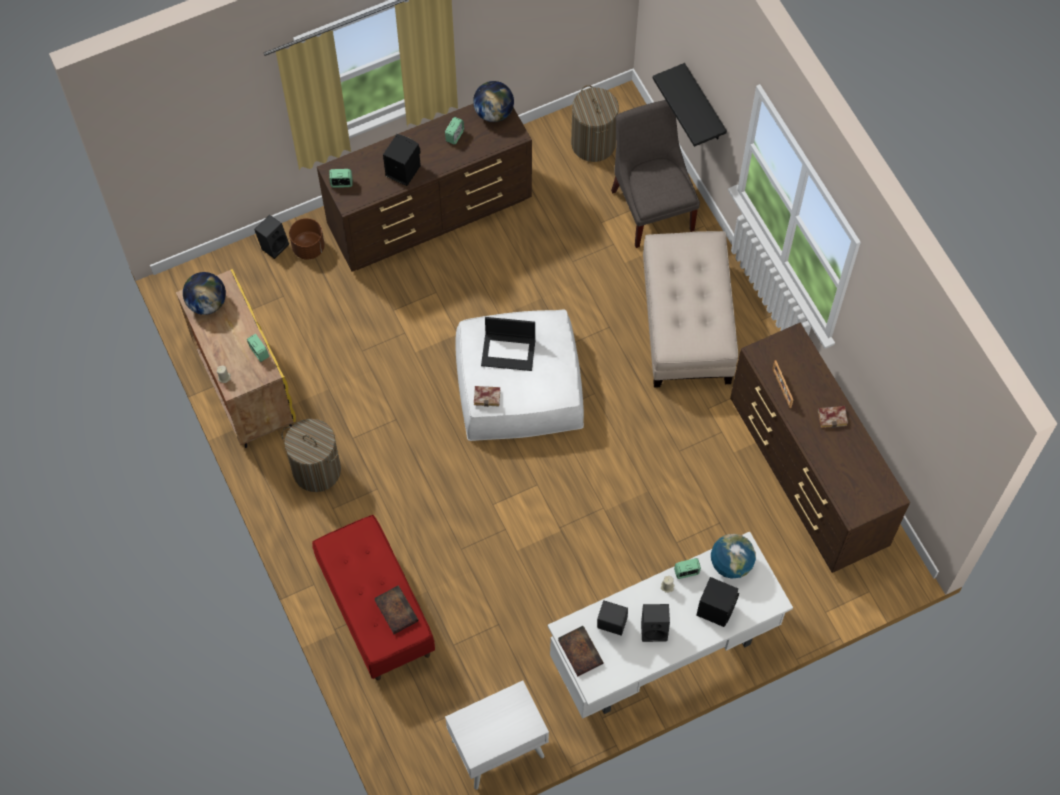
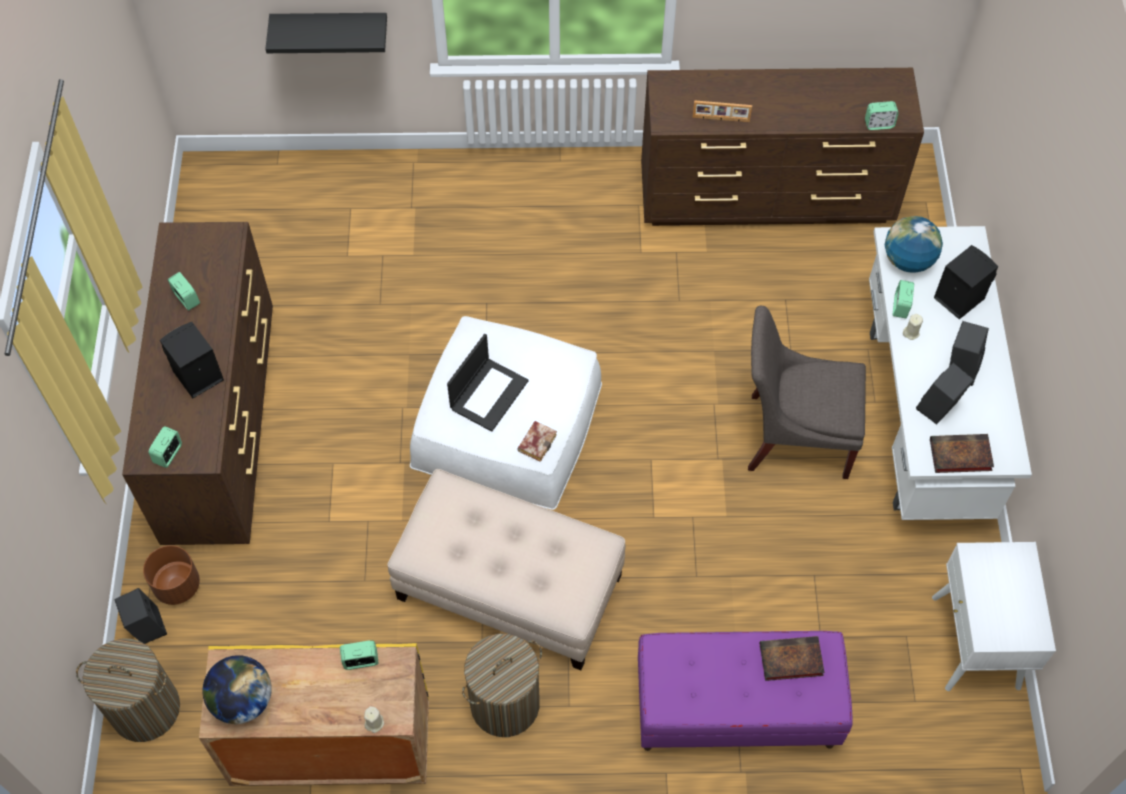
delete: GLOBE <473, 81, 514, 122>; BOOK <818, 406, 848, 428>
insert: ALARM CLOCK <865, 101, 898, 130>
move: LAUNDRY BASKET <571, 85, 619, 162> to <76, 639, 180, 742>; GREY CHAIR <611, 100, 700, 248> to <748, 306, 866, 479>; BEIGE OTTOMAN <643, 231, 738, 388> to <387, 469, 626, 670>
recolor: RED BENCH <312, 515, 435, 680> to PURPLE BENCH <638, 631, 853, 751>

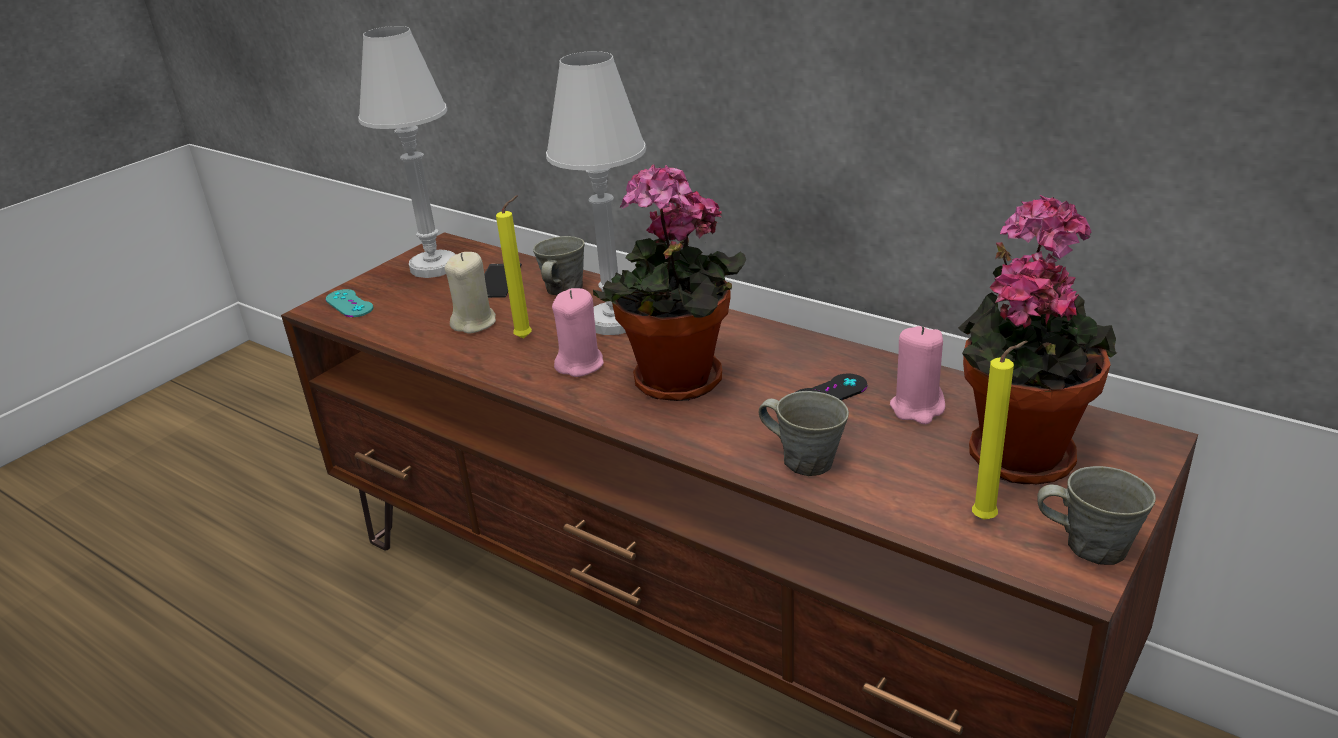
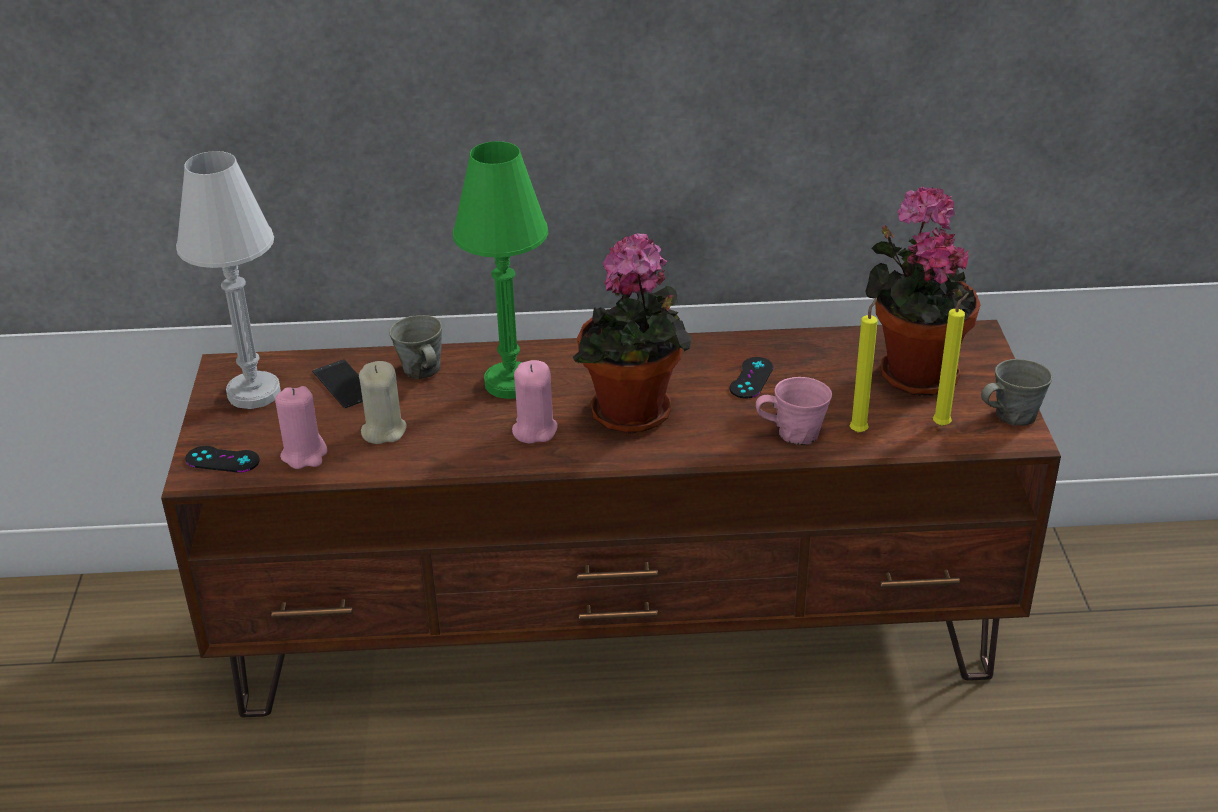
move: YELLOW CANDLE <496, 195, 532, 338> to <850, 298, 878, 433>; PINK CANDLE <890, 326, 945, 424> to <275, 386, 327, 469>
recolor: TURQUOISE GAME CONTROLLER <326, 289, 373, 317> to BLACK GAME CONTROLLER <185, 446, 260, 473>; WHITE TABLE LAMP <546, 51, 646, 335> to GREEN TABLE LAMP <453, 141, 548, 399>; GREY MUG <759, 391, 849, 476> to PINK MUG <756, 377, 832, 445>

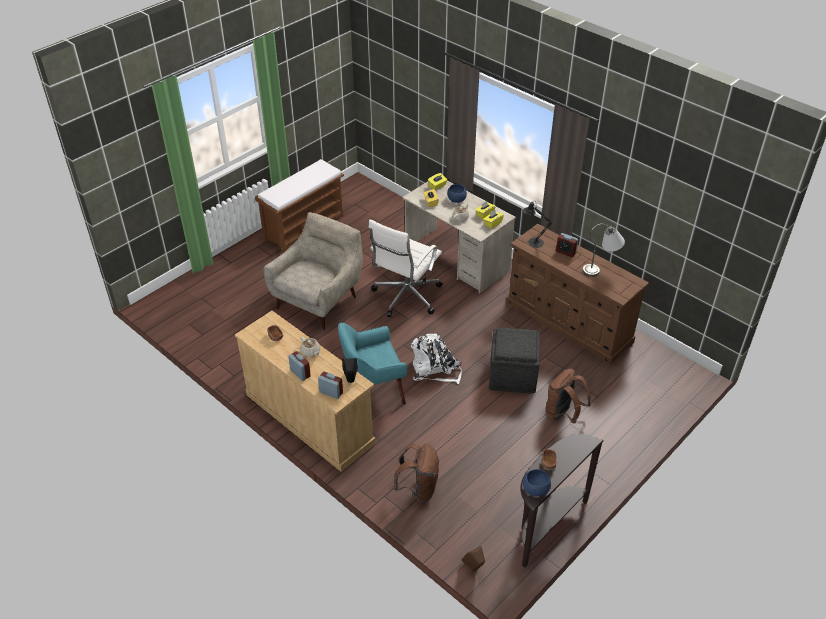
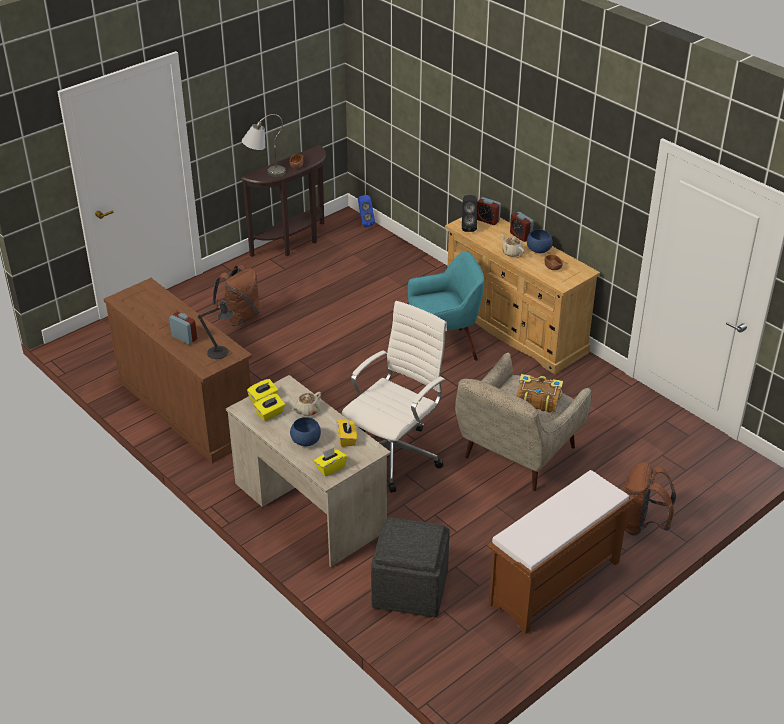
delete: WHITE BACKPACK <411, 334, 462, 384>
insert: BOOK <516, 374, 563, 413>
move: BROWN BACKPACK <394, 444, 440, 502> to <623, 462, 676, 536>; GREY OTTOMAN <489, 327, 540, 394> to <371, 517, 450, 617>; BLUE BOWL <523, 469, 551, 496> to <527, 229, 553, 253>; GREY TABLE LAMP <583, 224, 625, 277> to <242, 114, 286, 177>
recolor: BROWN SPEAKER <461, 546, 485, 571> to BLUE SPEAKER <358, 195, 375, 227>

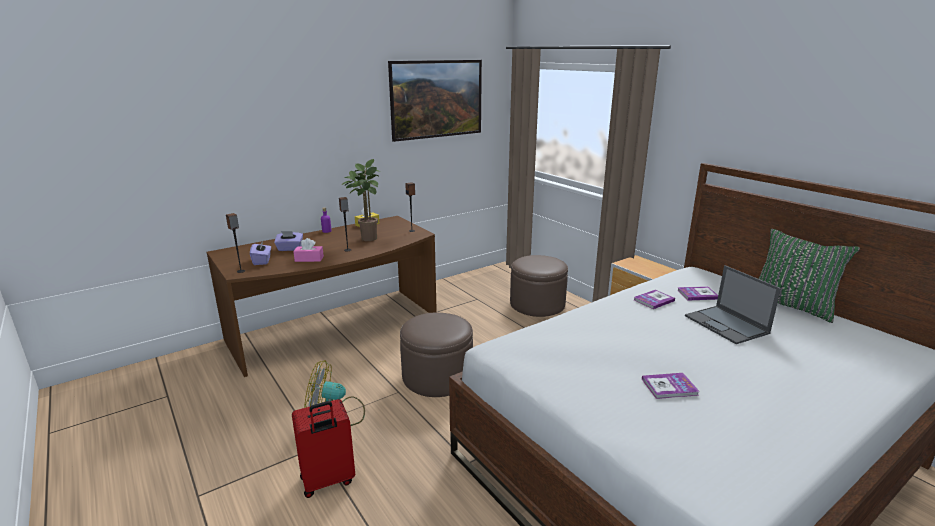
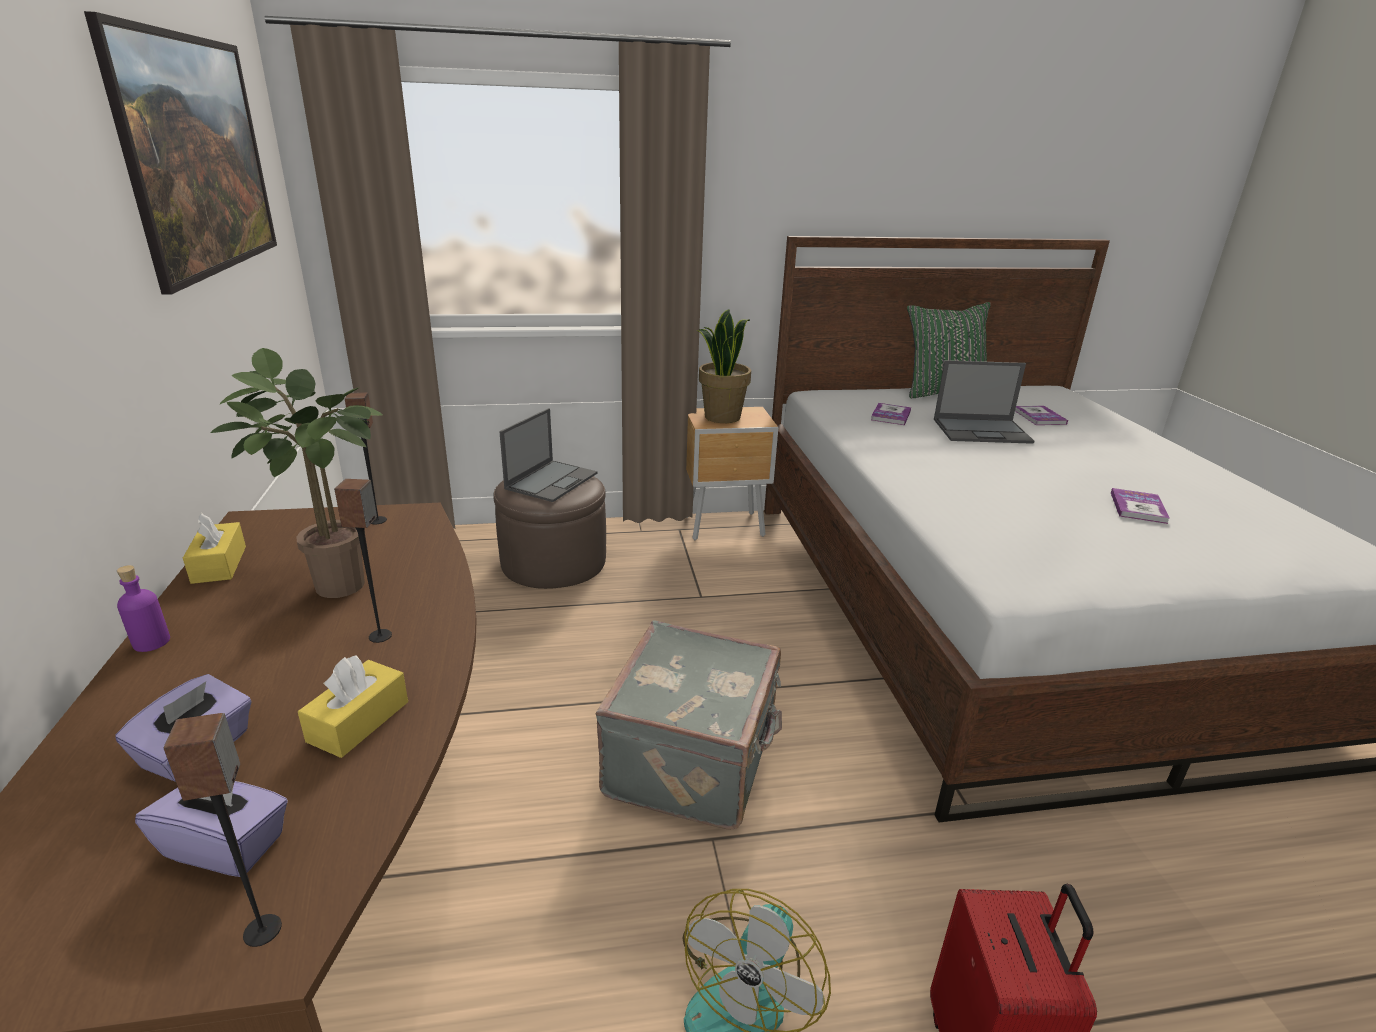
insert: LAPTOP <499, 408, 597, 502>; POTTED PLANT <697, 309, 751, 423>
move: BOOK <634, 290, 675, 309> to <1015, 406, 1068, 425>
replace: BROWN OTTOMAN <400, 313, 473, 397> to GREY SUITCASE <596, 620, 782, 830>
recolor: PINK TISSUE BOX <293, 238, 324, 262> to YELLOW TISSUE BOX <298, 656, 408, 758>

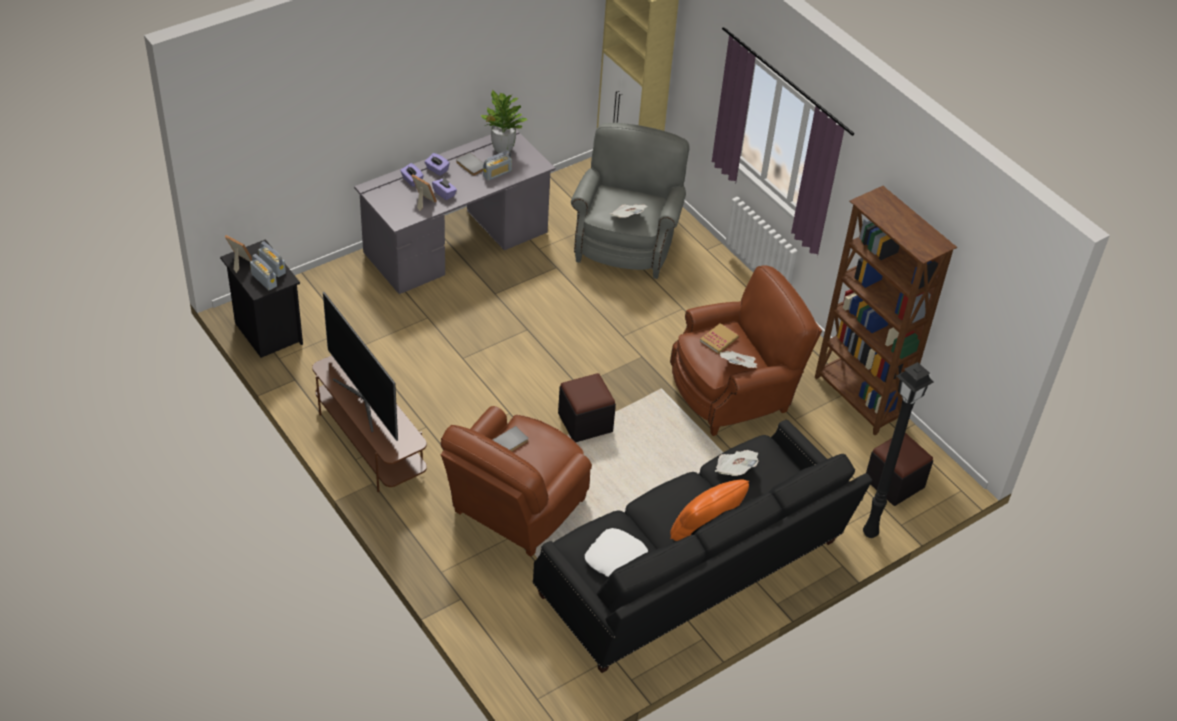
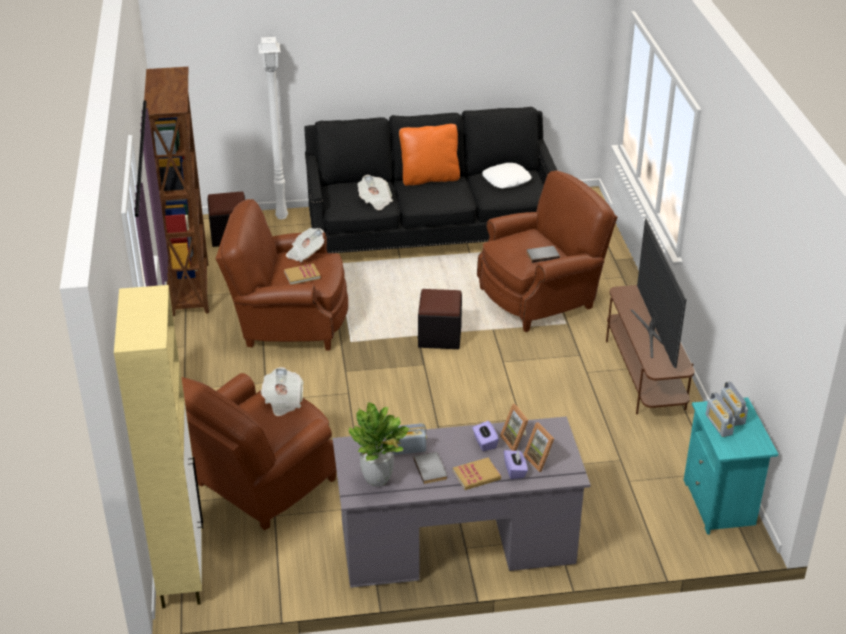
move: PICTURE FRAME <225, 235, 252, 273> to <523, 422, 554, 472>
replace: PURPLE TISSUE BOX <425, 153, 450, 176> to BOOK <453, 458, 501, 490>
recolor: BLACK NIGHTSTAND <220, 239, 303, 358> to TURQUOISE NIGHTSTAND <684, 397, 778, 535>; GREY ARMCHAIR <571, 123, 690, 279> to BROWN ARMCHAIR <182, 373, 336, 530>; BLACK FLOOR LAMP <863, 362, 933, 538> to WHITE FLOOR LAMP <258, 37, 288, 219>

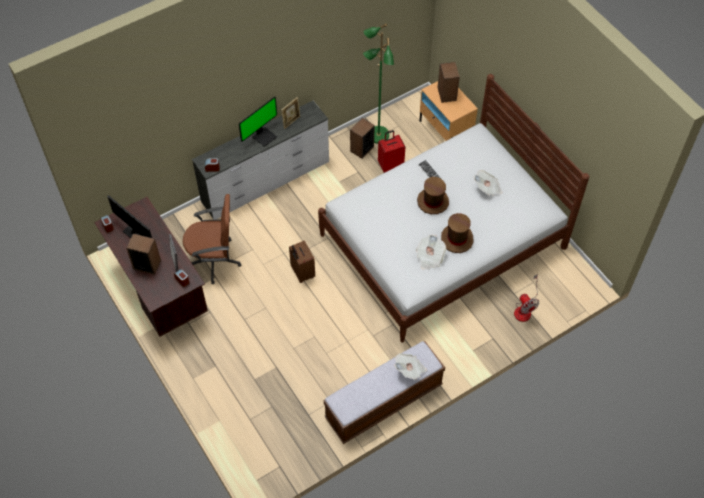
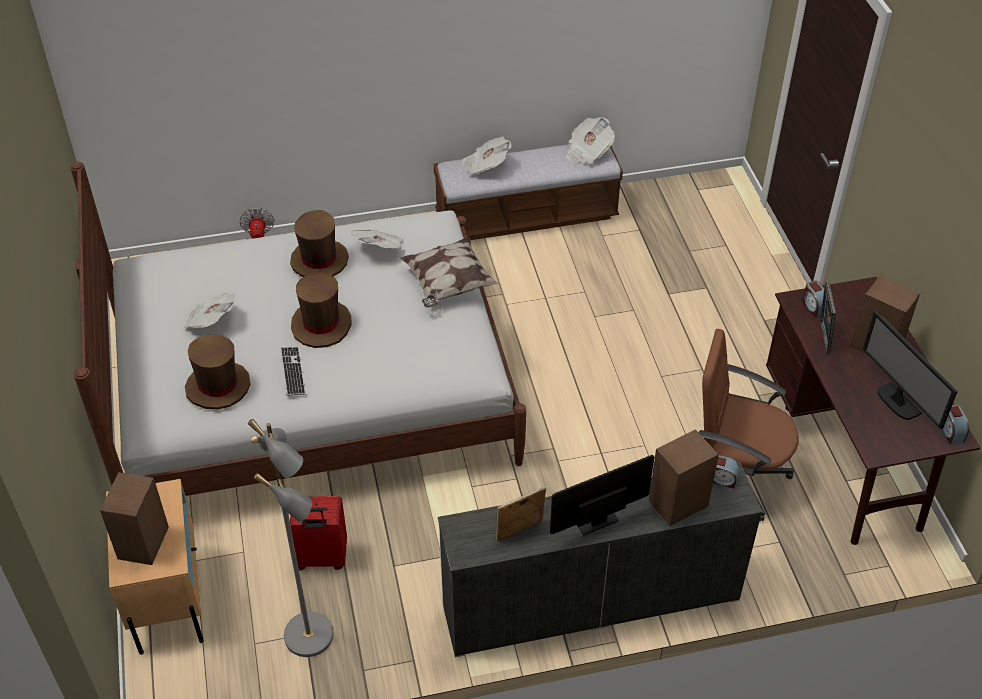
delete: BROWN SUITCASE <289, 241, 315, 283>
insert: BROWN HAT <185, 335, 250, 410>; PILLOW <400, 237, 498, 308>; NEWSPAPER <566, 117, 615, 165>
move: SPEAKER <350, 118, 375, 159> to <649, 429, 719, 526>
recolor: GREEN FLOOR LAMP <363, 23, 394, 144> to GREY FLOOR LAMP <248, 419, 333, 657>

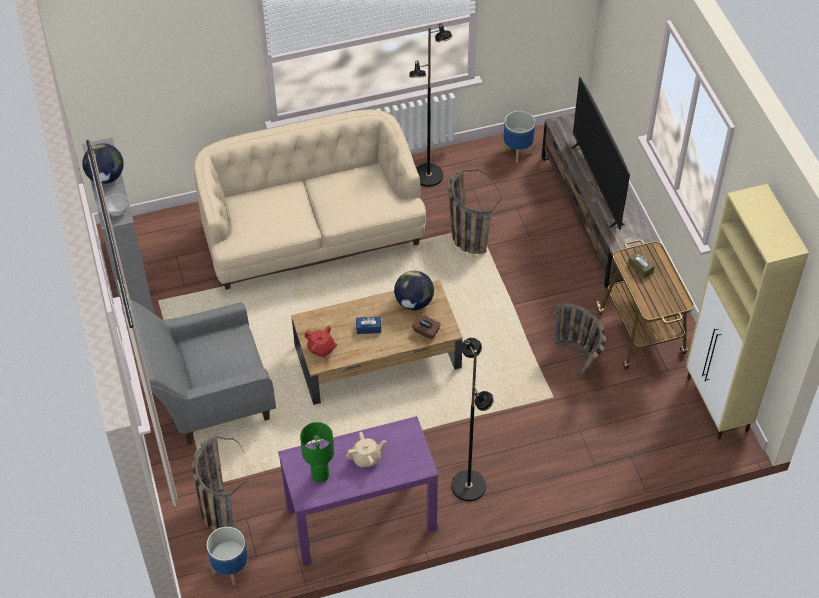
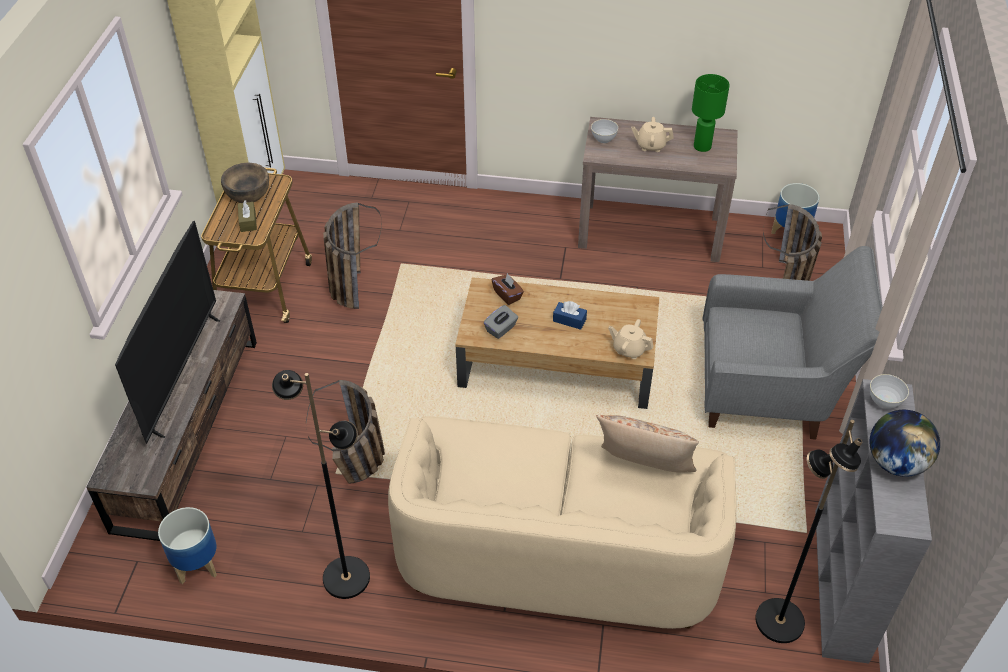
delete: RED TEAPOT <304, 326, 338, 357>
insert: BROWN BOWL <221, 163, 269, 203>; GREY BOWL <591, 119, 618, 143>; BEIGE PILLOW <596, 415, 699, 473>; BEIGE TEAPOT <608, 319, 654, 359>
move: BLACK FLOOR LAMP <451, 338, 494, 501> to <755, 420, 863, 643>
replace: GLOBE <394, 271, 434, 310> to GREY TISSUE BOX <484, 305, 518, 339>
recolor: PURPLE CONSOLE TABLE <278, 416, 439, 566> to BROWN CONSOLE TABLE <578, 117, 737, 262>

